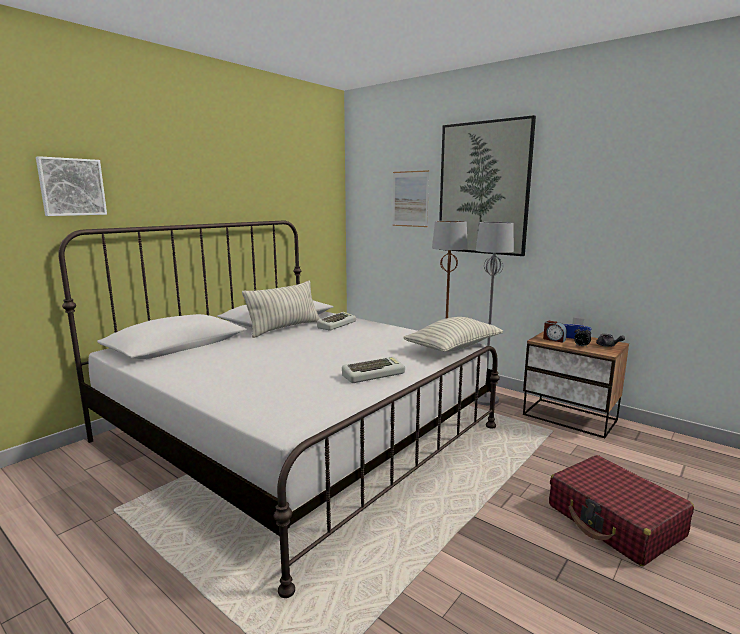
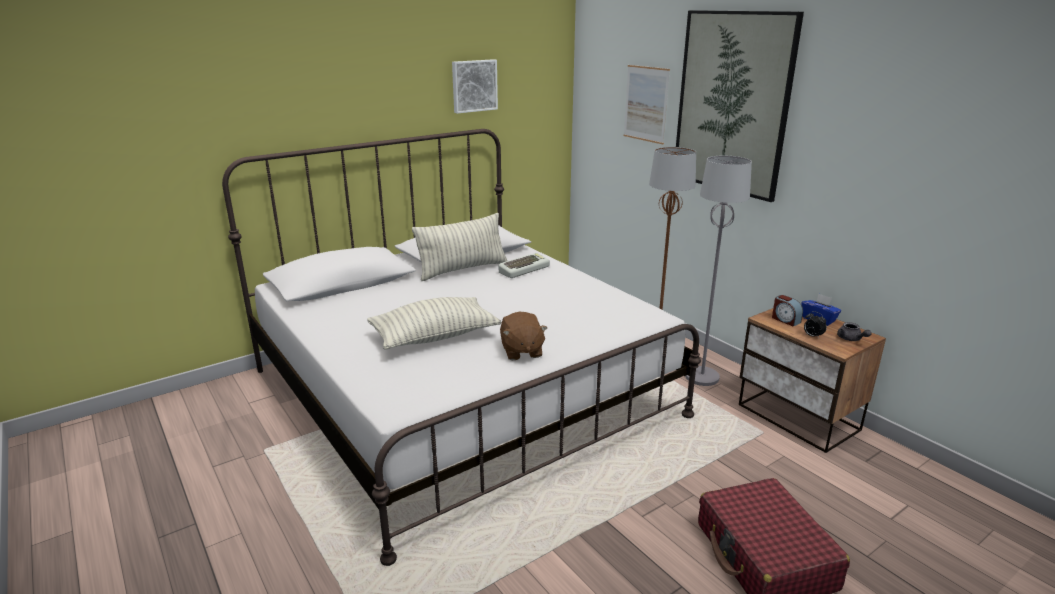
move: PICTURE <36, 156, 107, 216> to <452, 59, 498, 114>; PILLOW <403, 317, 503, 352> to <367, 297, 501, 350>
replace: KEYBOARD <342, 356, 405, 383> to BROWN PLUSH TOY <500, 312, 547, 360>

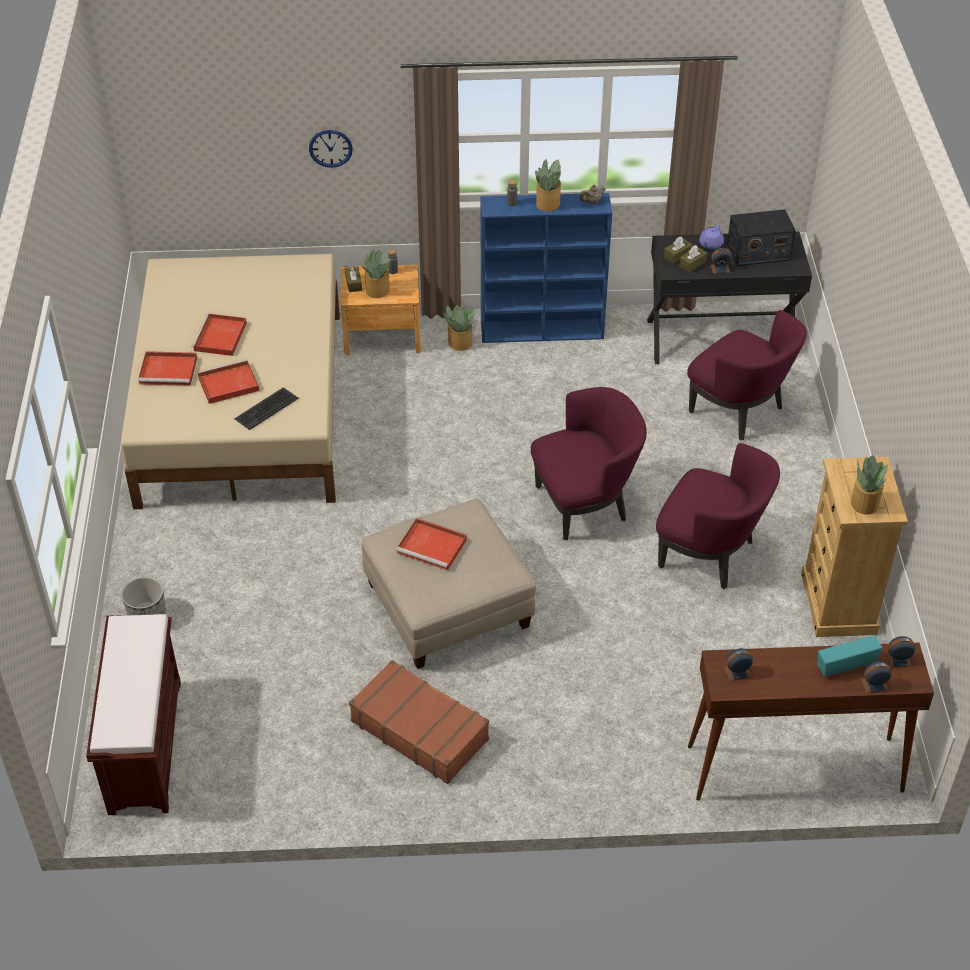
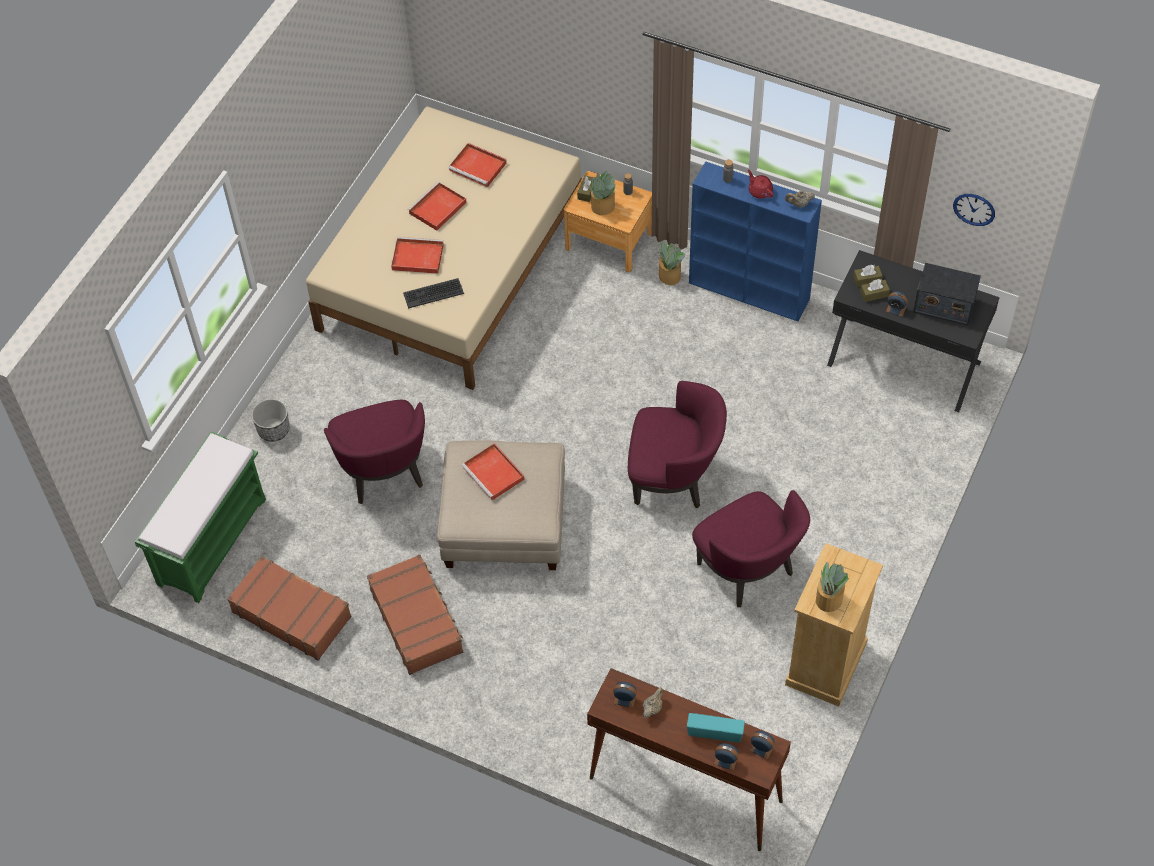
delete: PURPLE TEAPOT <699, 225, 724, 250>
insert: BROWN SUITCASE <227, 556, 352, 660>; BEIGE TEAPOT <643, 688, 663, 718>
move: RED TRAY <138, 351, 197, 386> to <448, 143, 507, 187>; WALL CLOCK <309, 130, 353, 168> to <953, 194, 995, 226>; PURPLE ARMCHAIR <687, 310, 807, 440> to <324, 400, 425, 504>
replace: POTTED PLANT <535, 159, 561, 211> to RED TEAPOT <748, 169, 774, 199>
recolor: BROWN BENCH <86, 614, 181, 815> to GREEN BENCH <135, 431, 266, 603>

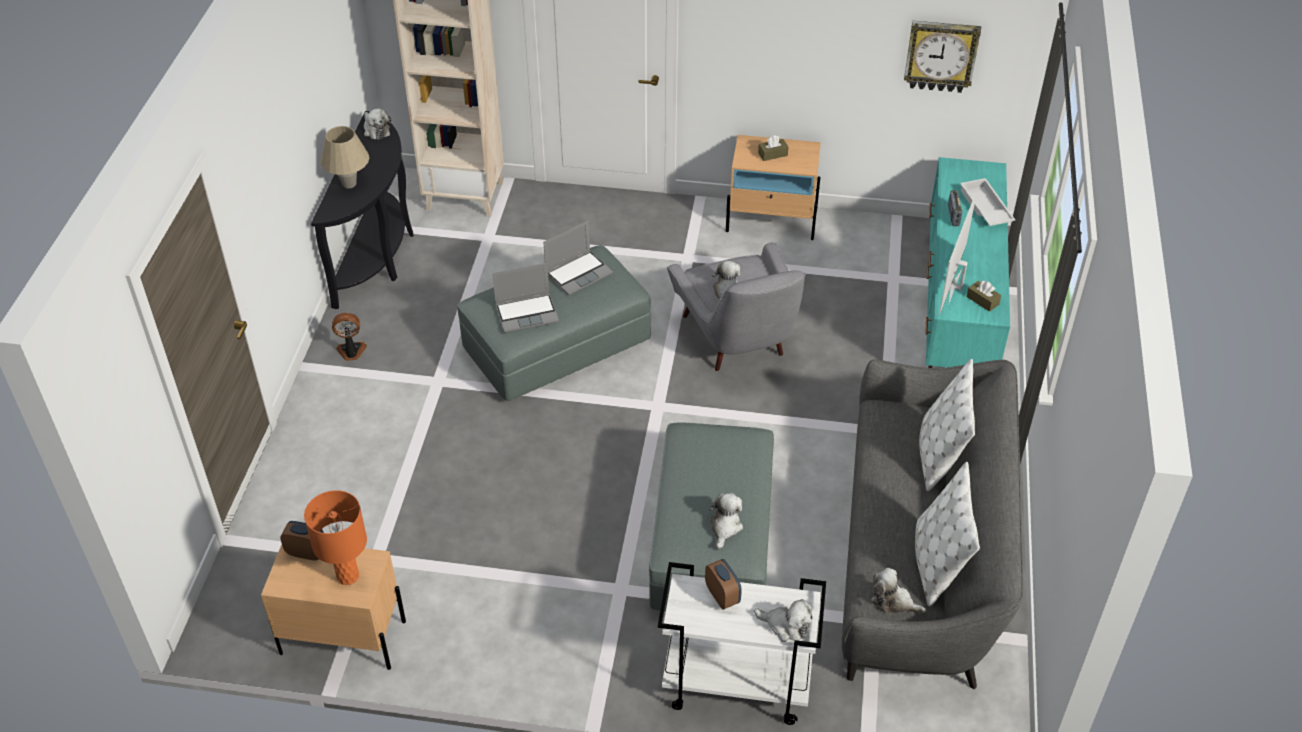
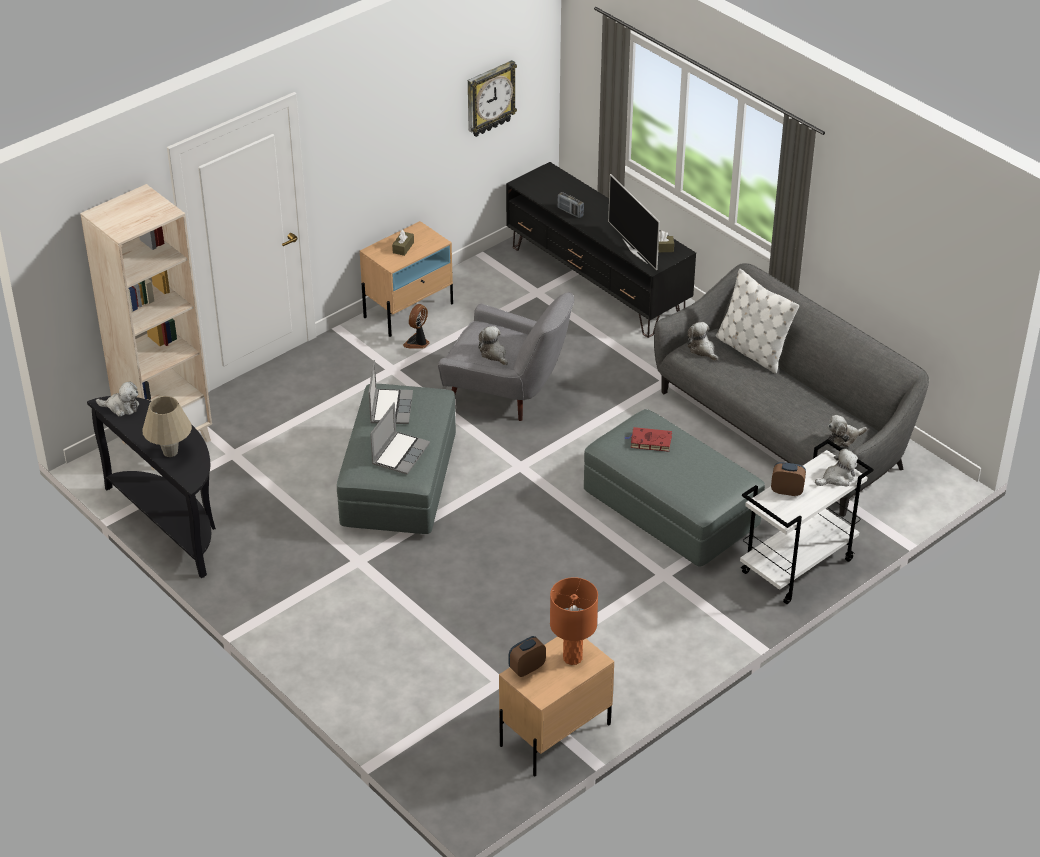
delete: WHITE PILLOW <915, 462, 980, 606>; WHITE TRAY <960, 178, 1015, 226>
insert: RED BOOK <624, 427, 672, 452>
move: FAN <332, 313, 367, 361> to <403, 304, 430, 348>; PLUSH TOY <709, 493, 743, 549> to <687, 322, 718, 361>
recolor: TURQUOISE TV STAND <926, 157, 1010, 368> to BLACK TV STAND <506, 162, 696, 338>

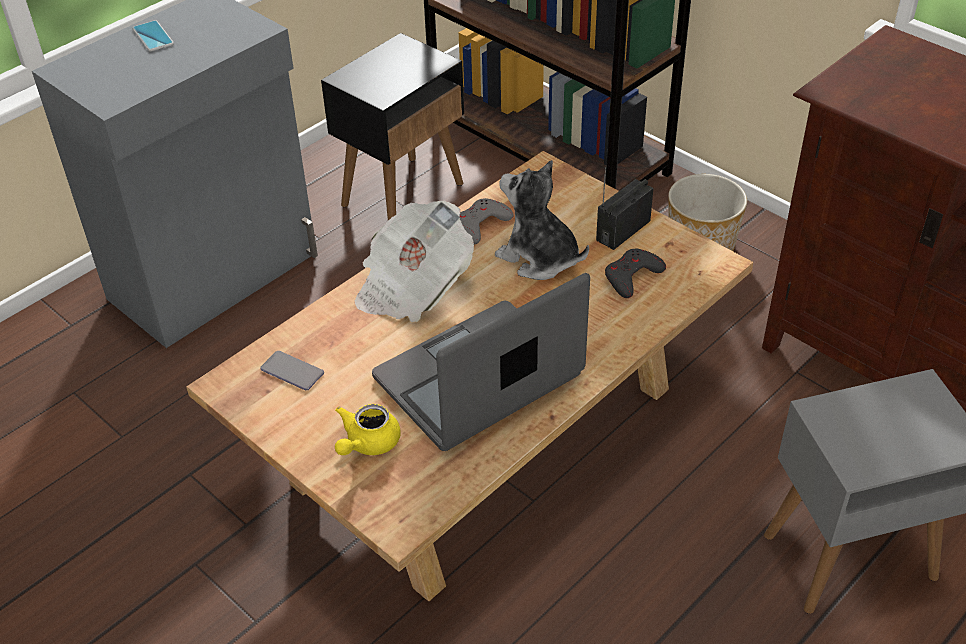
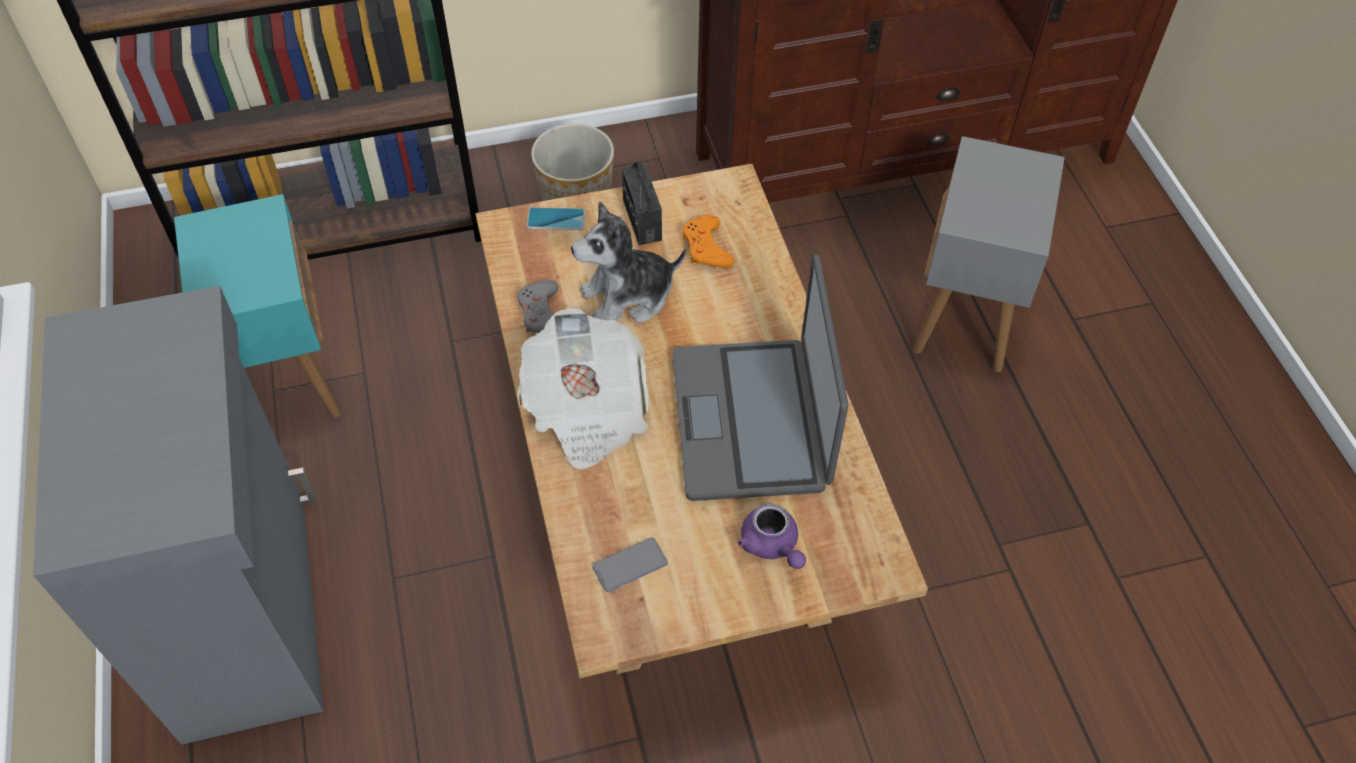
move: PHONE <133, 20, 174, 51> to <526, 207, 585, 230>
recolor: BLACK SIDE TABLE <321, 33, 464, 220> to TURQUOISE SIDE TABLE <174, 194, 340, 417>; YELLOW TEAPOT <335, 404, 401, 455> to PURPLE TEAPOT <737, 503, 806, 569>; GREY GAME CONTROLLER <605, 249, 666, 298> to ORANGE GAME CONTROLLER <682, 215, 734, 268>

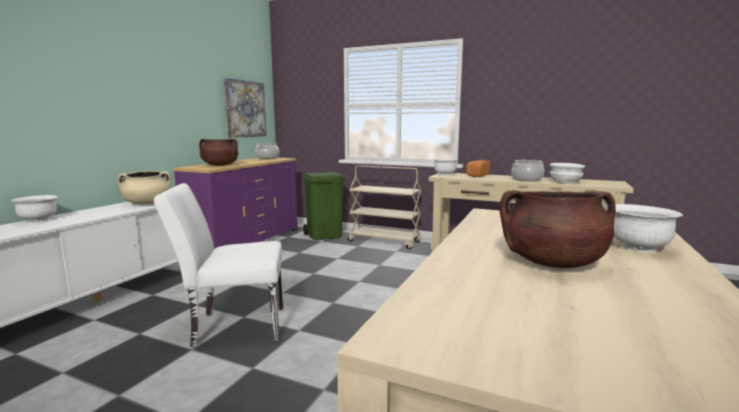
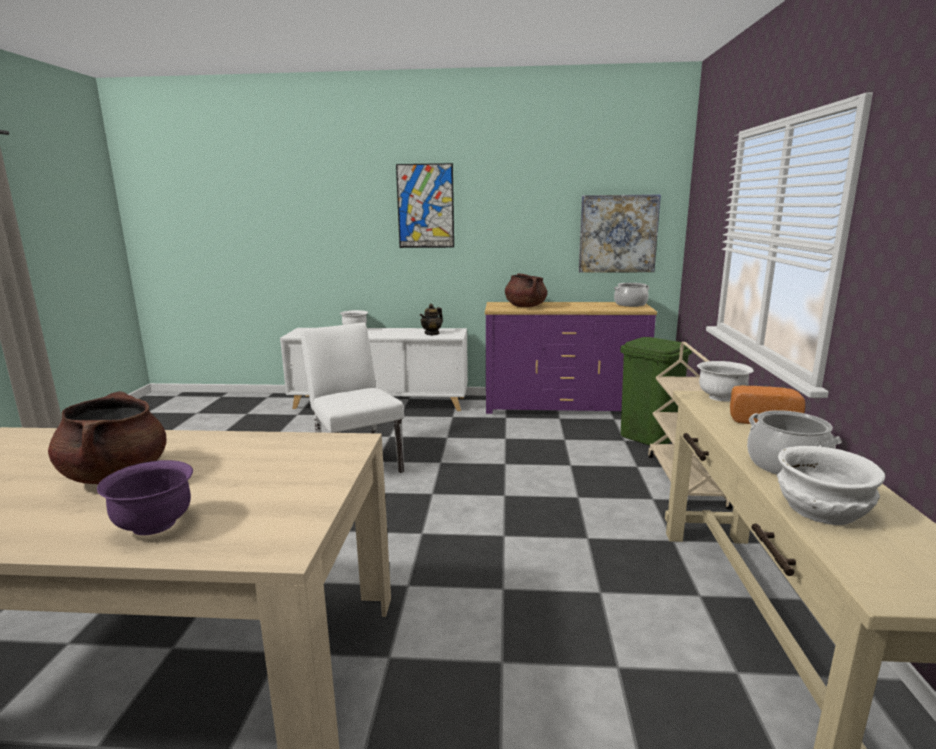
insert: PICTURE <396, 163, 454, 248>
replace: BEIGE COOKING POT <118, 171, 171, 204> to TEAPOT <420, 304, 443, 335>
recolor: WHITE BOWL <614, 204, 683, 252> to PURPLE BOWL <97, 460, 193, 535>

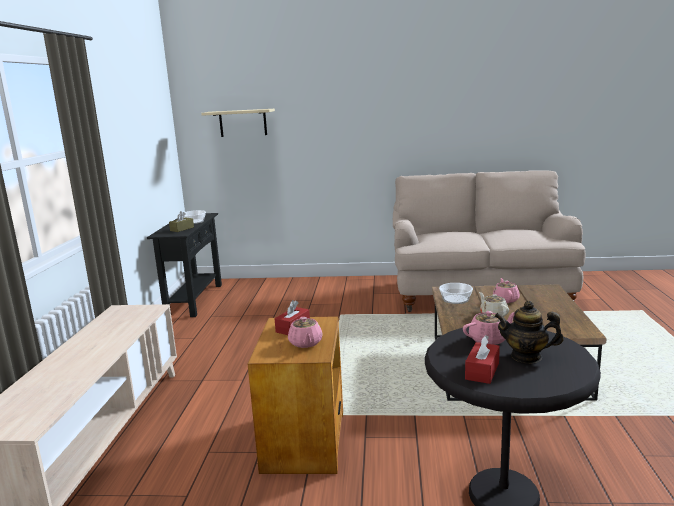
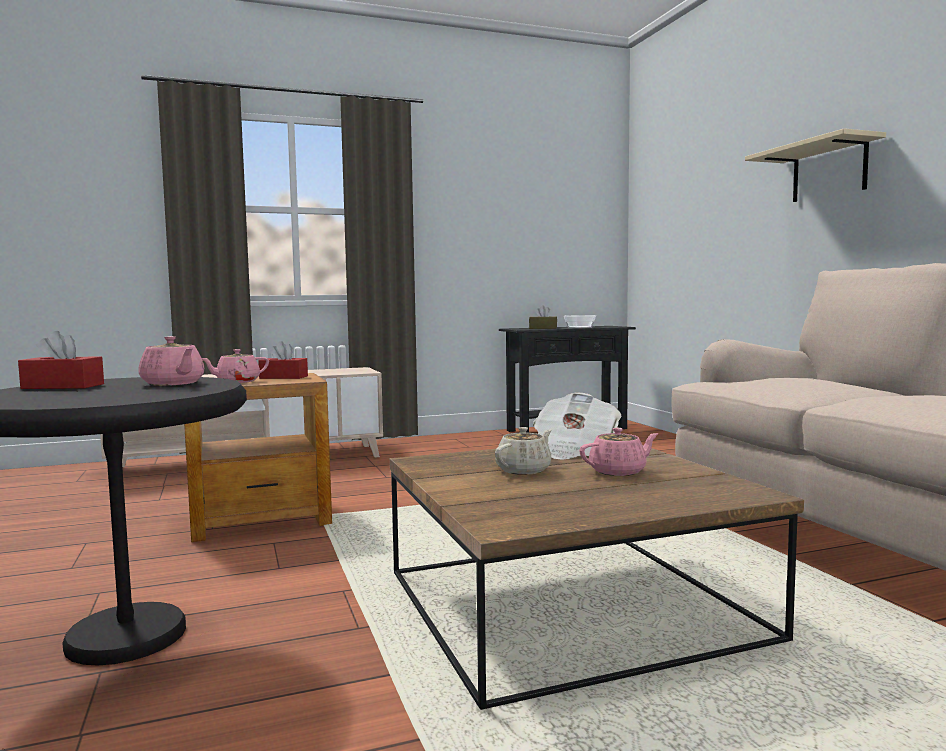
delete: TEAPOT <495, 301, 564, 363>
move: BEIGE SHELF <201, 109, 275, 137> to <745, 128, 886, 202>
replace: BOWL <439, 283, 473, 304> to NEWSPAPER <533, 393, 622, 459>

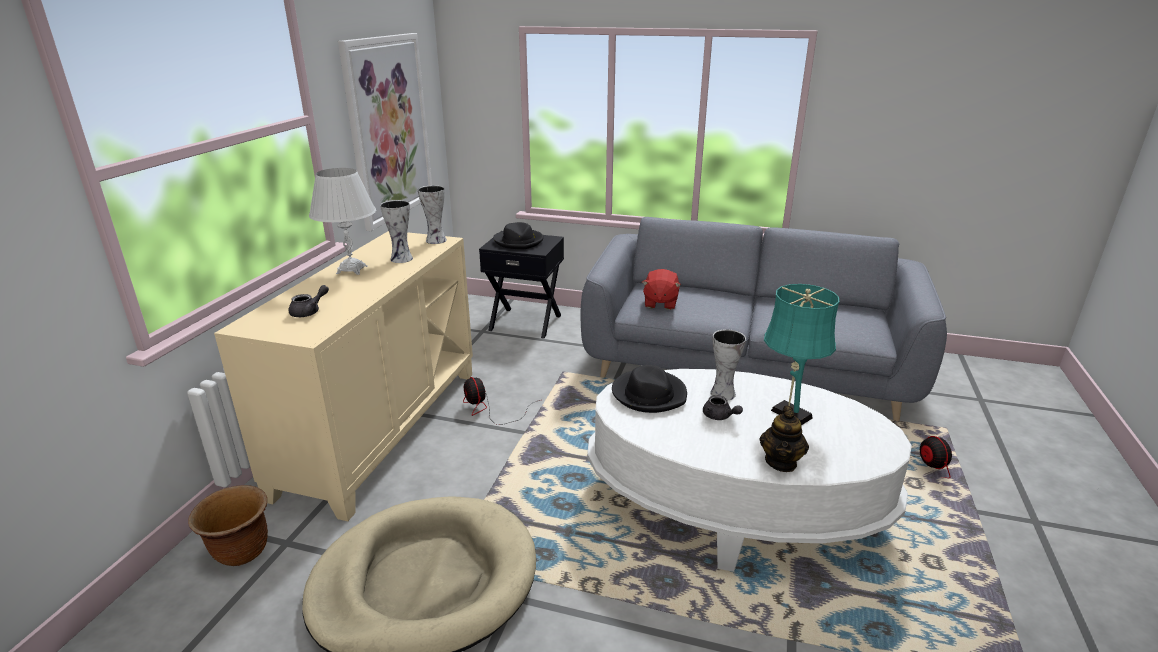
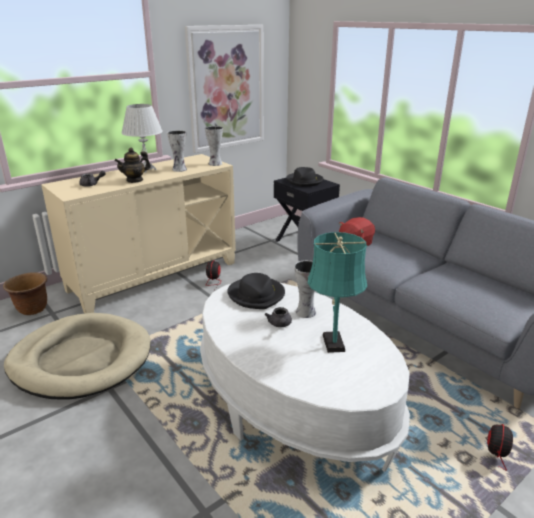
move: TEAPOT <760, 405, 809, 472> to <114, 148, 151, 183>

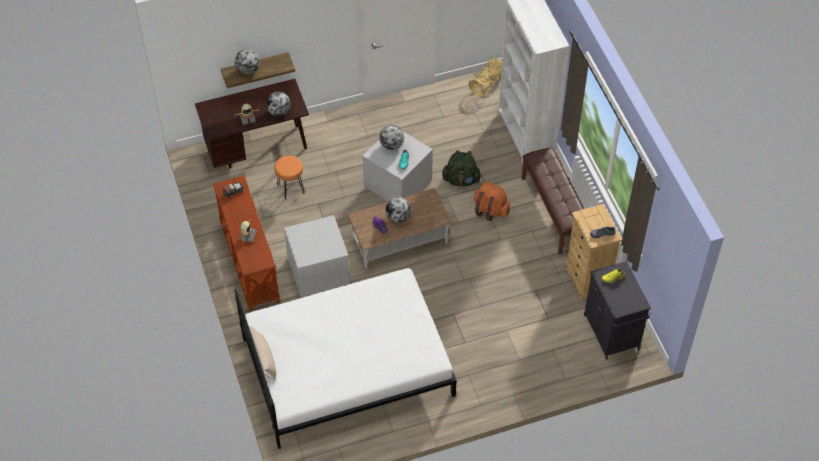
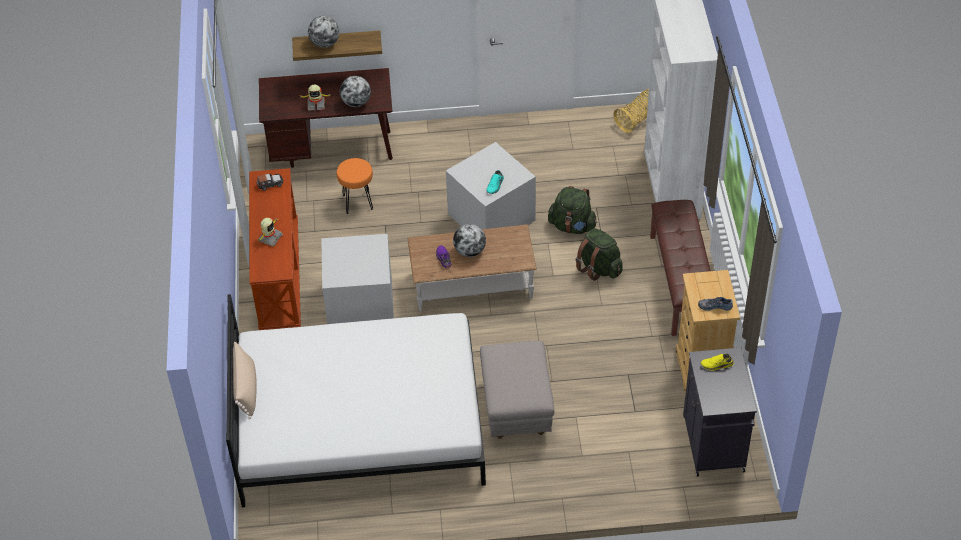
delete: GLOBE <379, 125, 404, 150>
insert: GREY OTTOMAN <480, 341, 554, 439>
recolor: ORANGE BACKPACK <474, 182, 510, 221> to GREEN BACKPACK <575, 228, 623, 281>

